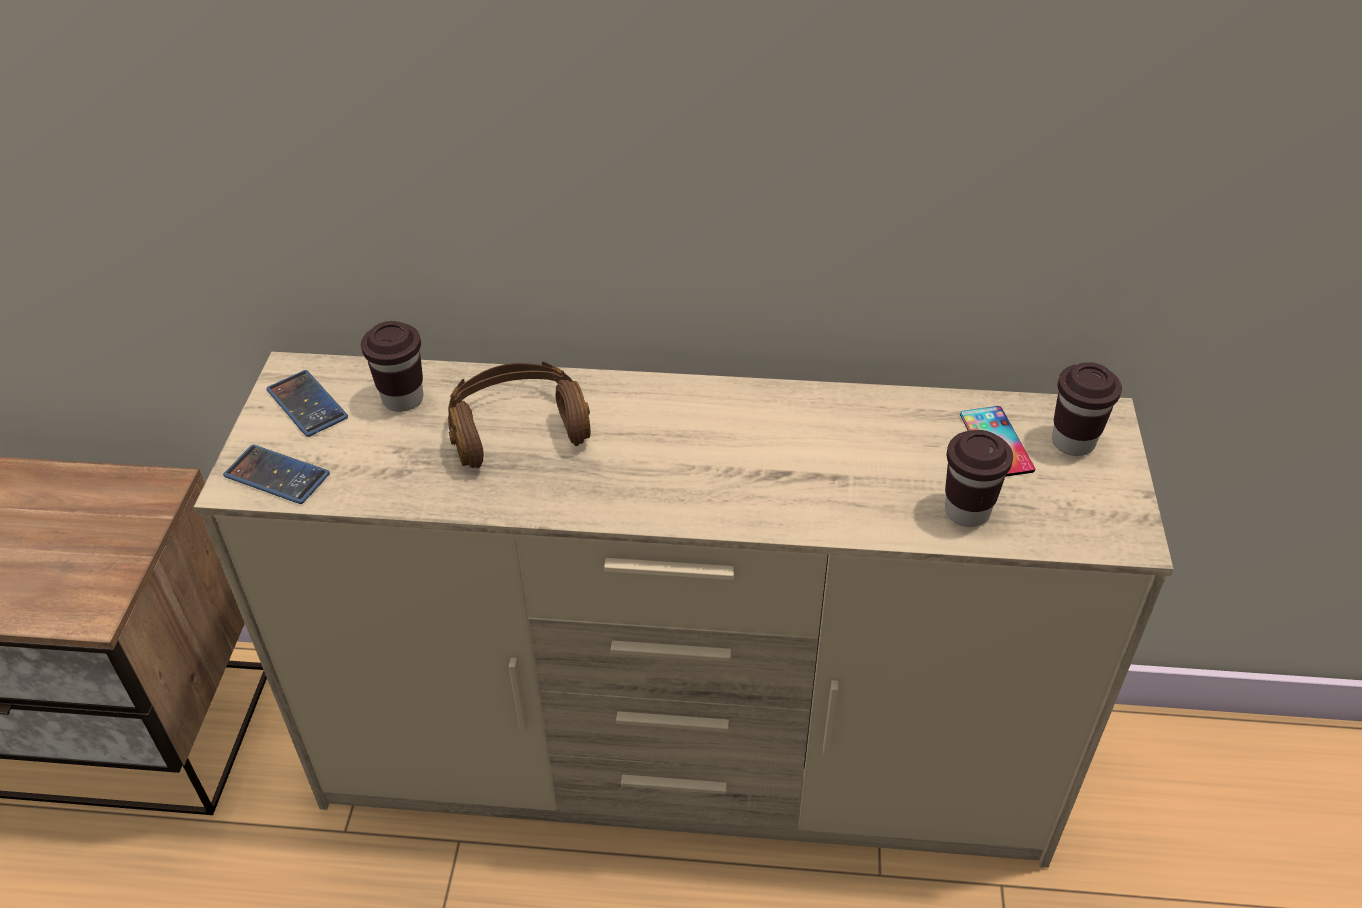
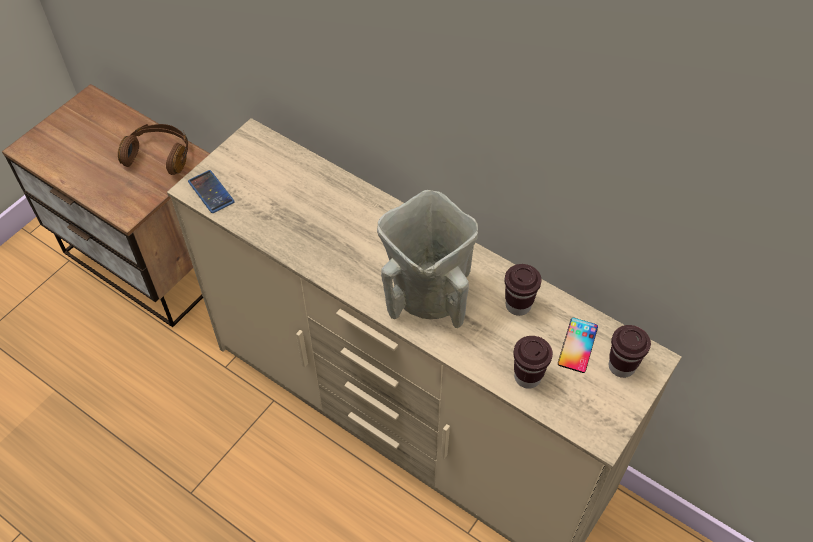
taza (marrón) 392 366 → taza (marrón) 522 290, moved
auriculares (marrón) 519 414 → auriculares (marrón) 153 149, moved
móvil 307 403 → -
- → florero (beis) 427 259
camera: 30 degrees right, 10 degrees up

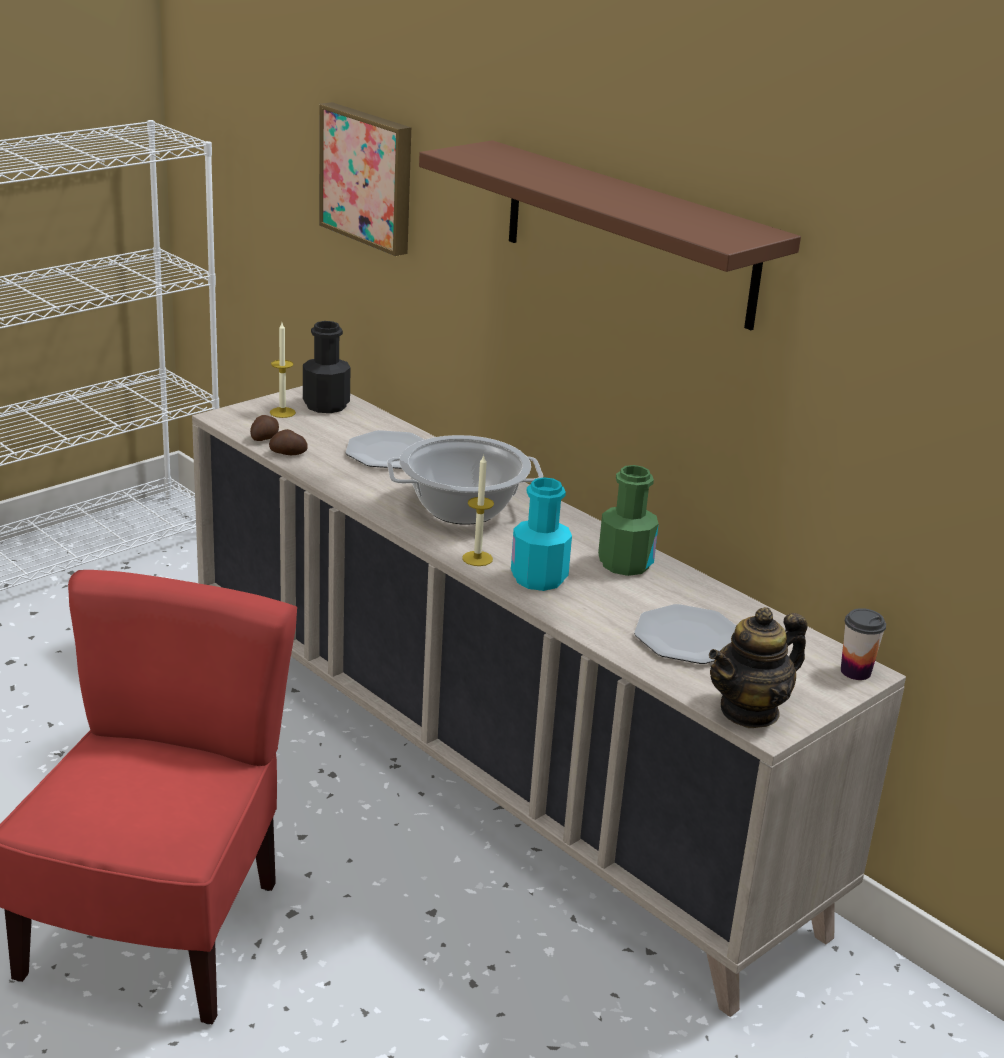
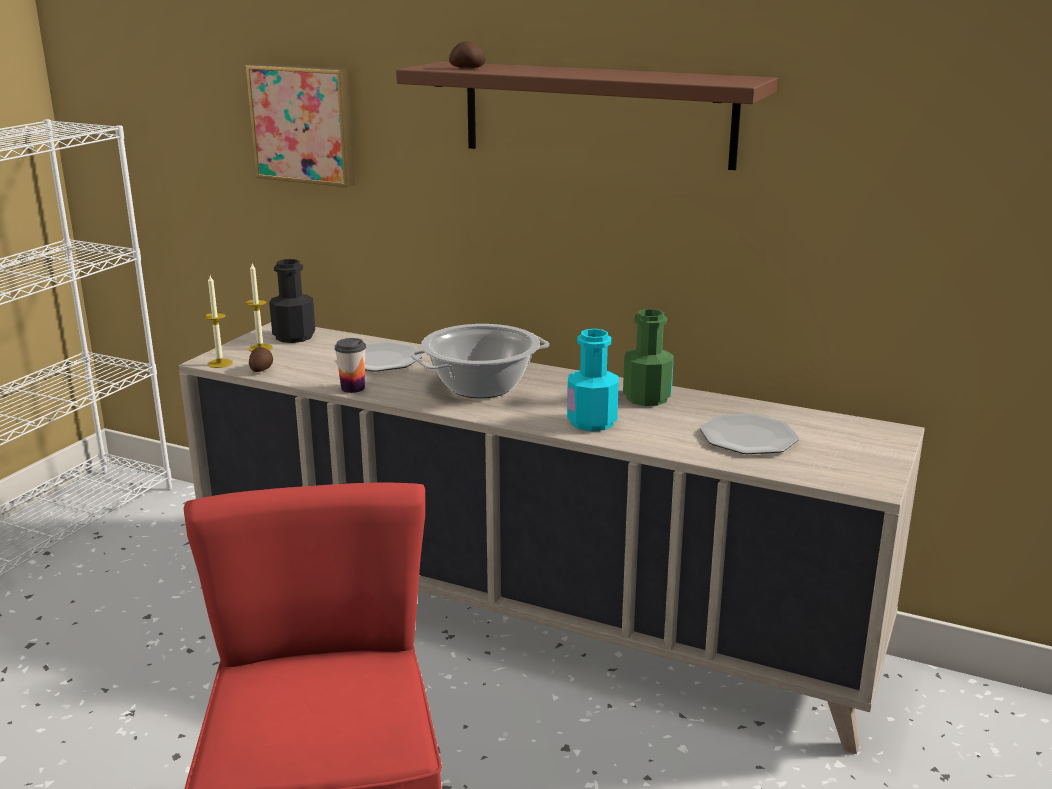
patata 288 442 → patata 467 54, moved
vela 478 510 → vela 218 322, moved
tetera 758 667 → -
taza 863 644 → taza 350 365, moved
camera: 20 degrees left, 5 degrees down

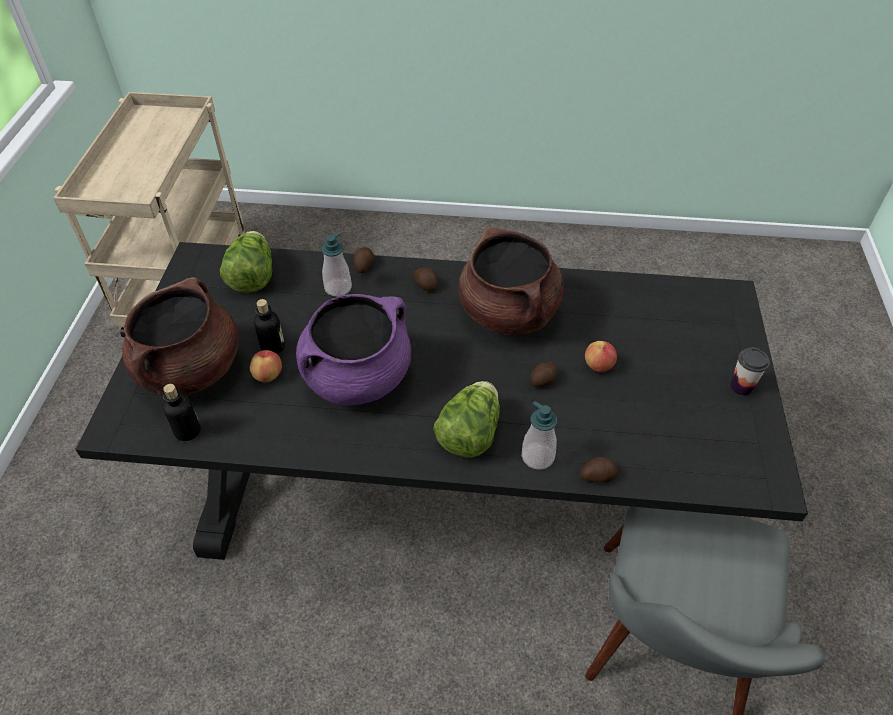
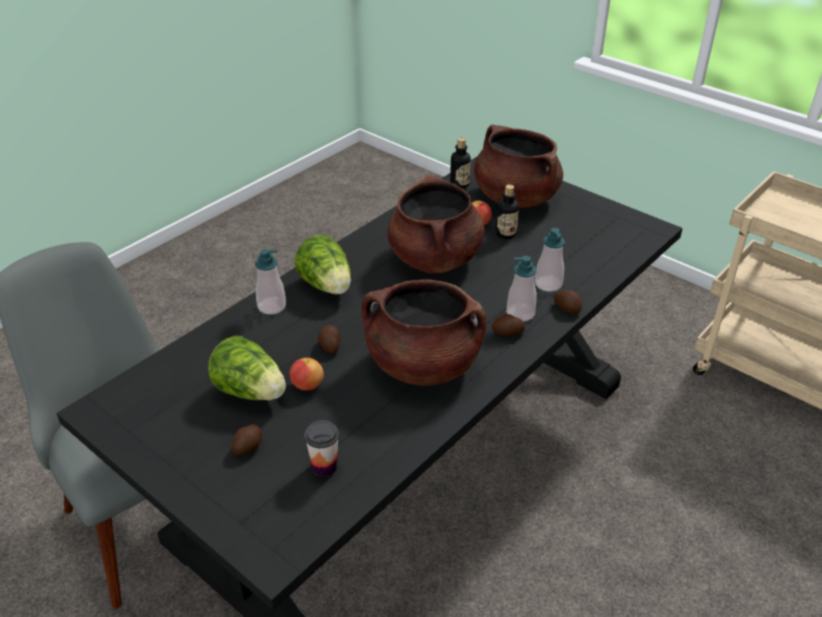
lechuga 246 262 → lechuga 247 367, moved
olla (morado) 353 349 → olla (marrón) 435 224
taza 750 371 → taza 321 448, moved
patata 599 470 → patata 247 440, moved
- → dispensador de jabón 521 289
camera: 125 degrees right, 10 degrees down

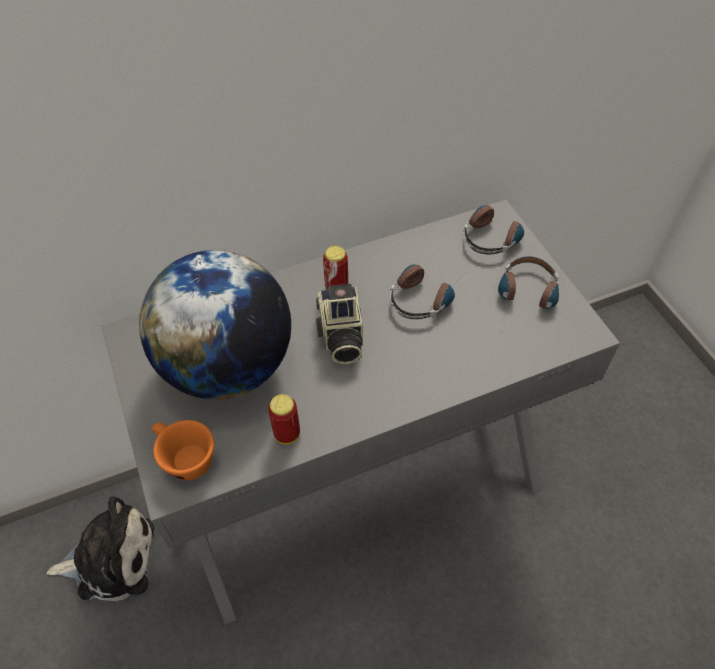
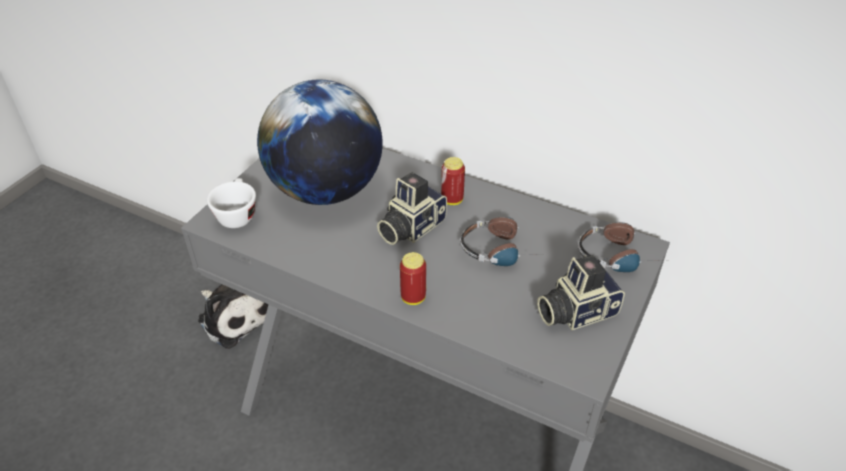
auriculares 528 285 → cámara 581 292
lata 284 419 → lata 413 278, moved
taza (naranja) 182 450 → taza (blanco) 231 203
camera: 50 degrees right, 10 degrees down

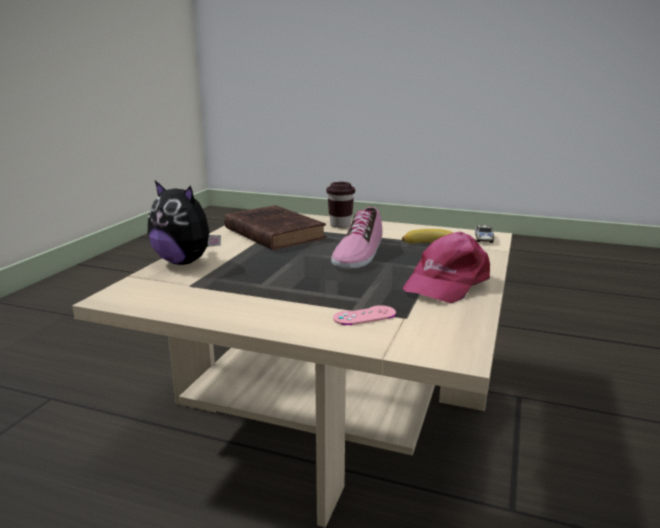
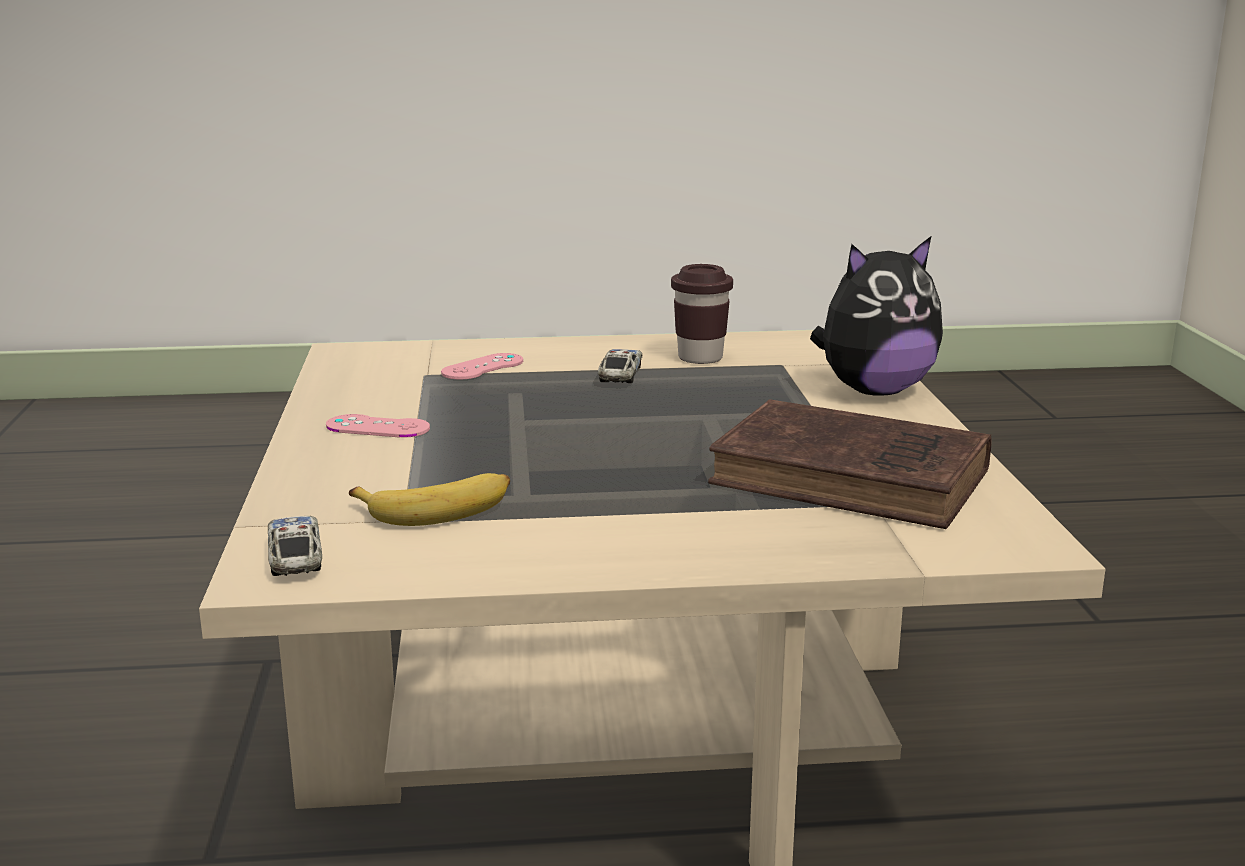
peluche 184 223 → peluche 876 316, 150 degrees clockwise
taza (marrón) 340 205 → taza (marrón) 702 314, moved
zapato 357 237 → -
gorra (rosa) 446 267 → mando de consola (rosa) 378 426
- → coche de juguete 620 366
camera: 155 degrees right, 0 degrees up

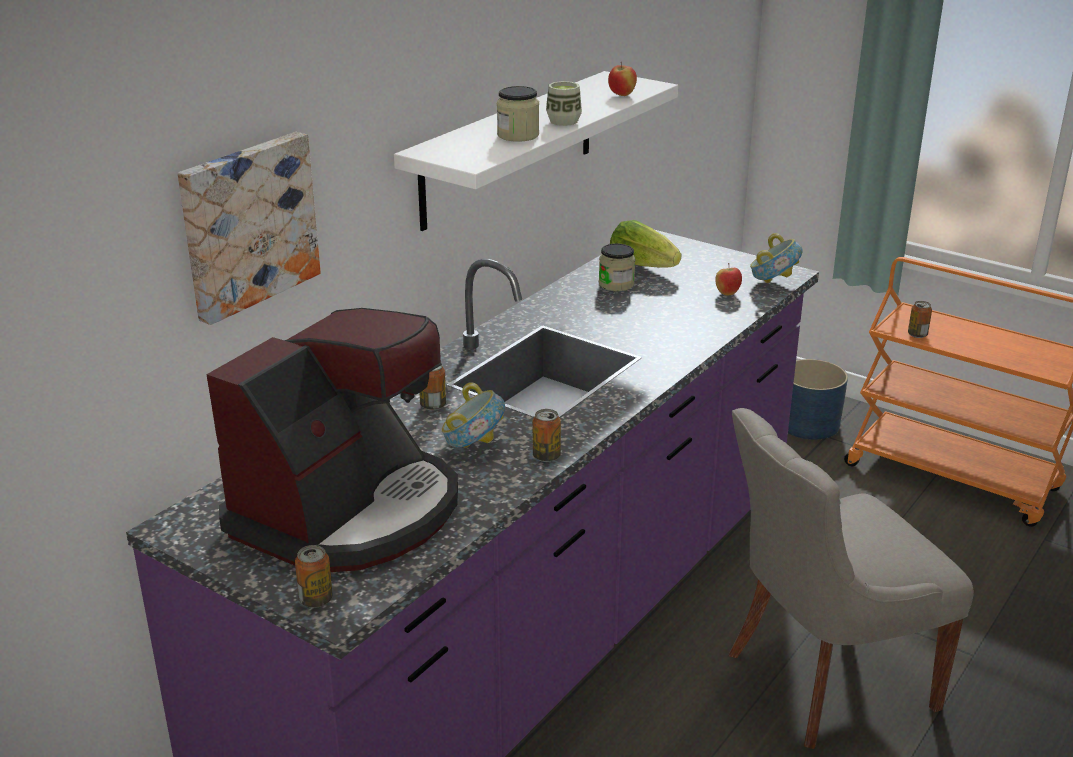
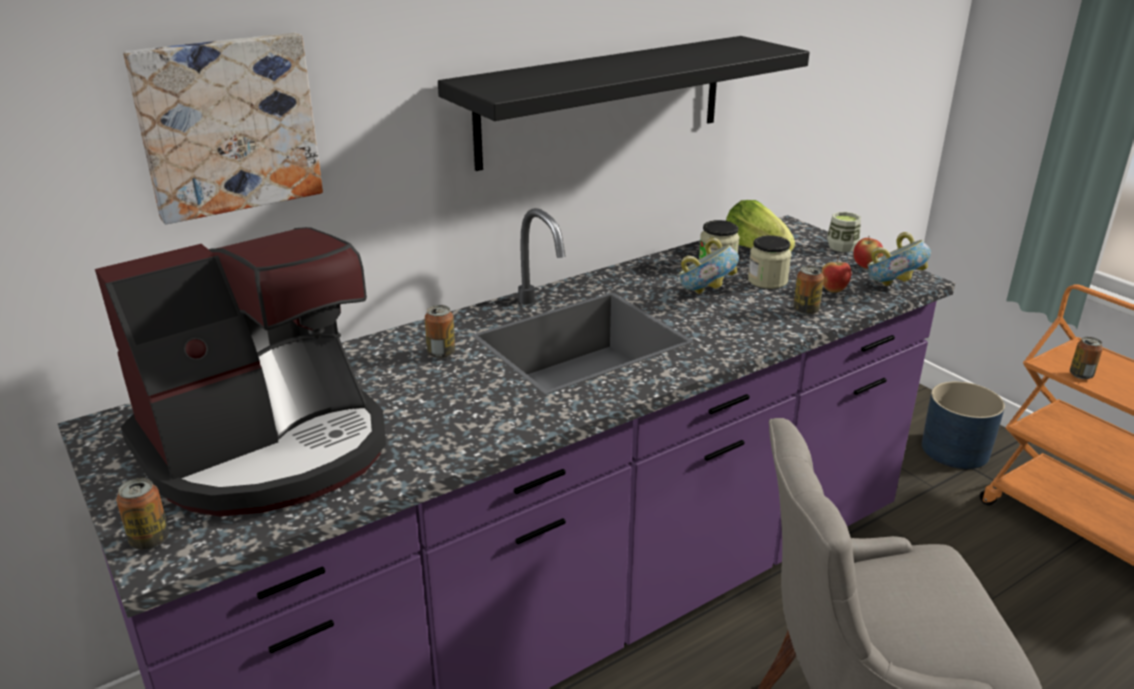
manzana 622 79 → manzana 868 252, moved
estante (blanco) 536 151 → estante (negro) 624 103
taza 564 103 → taza 844 232, moved
tarro 518 114 → tarro 769 262, moved
cuenco 473 415 → cuenco 709 266, moved
lata 546 435 → lata 808 290, moved
camera: 20 degrees right, 0 degrees up

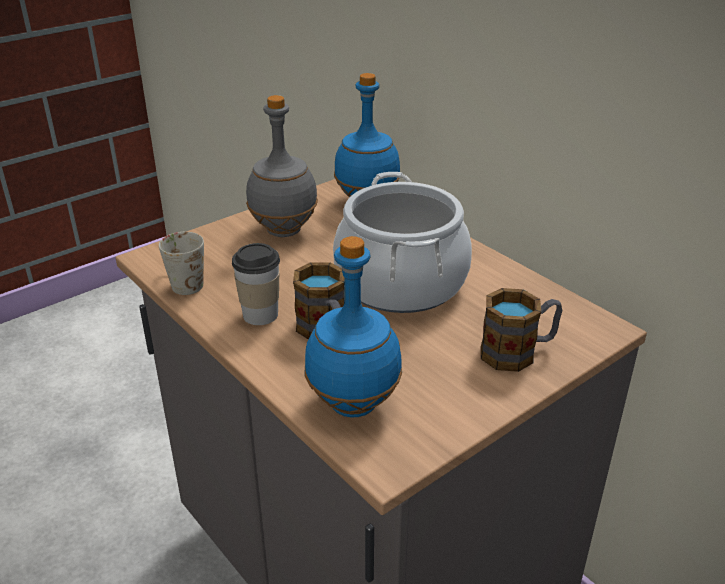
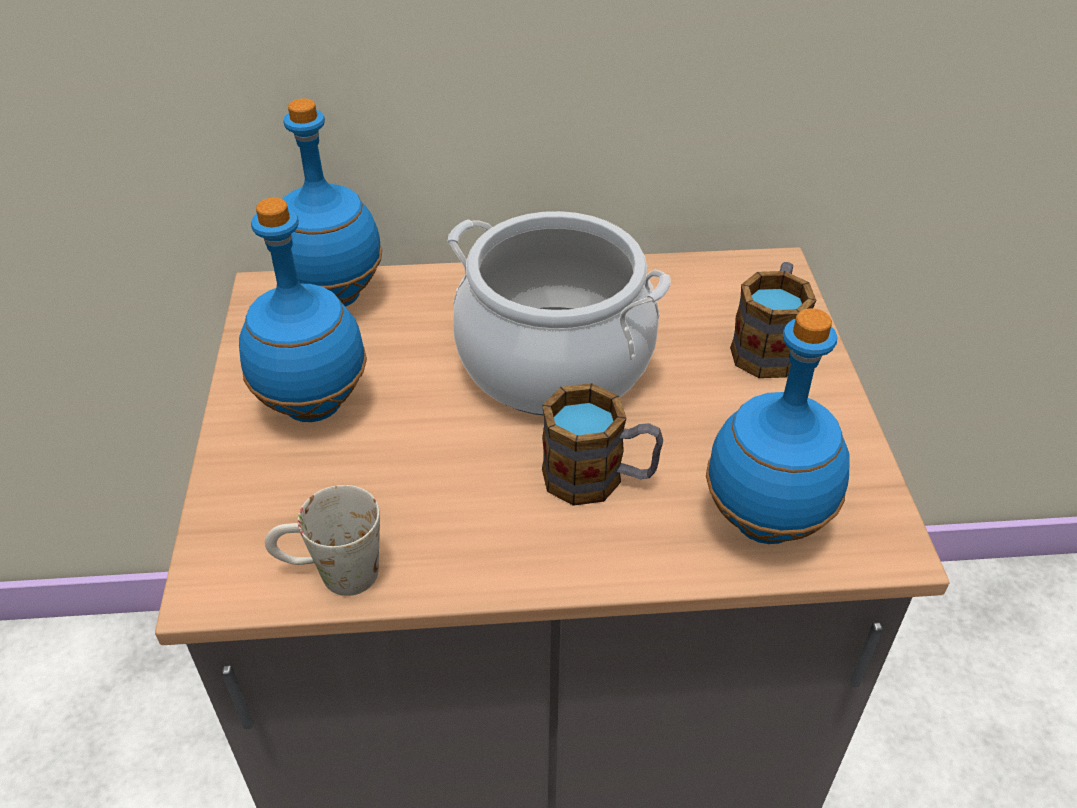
botella (gris) 282 166 → botella (azul) 303 310
taza 256 284 → -
camera: 55 degrees left, 10 degrees up

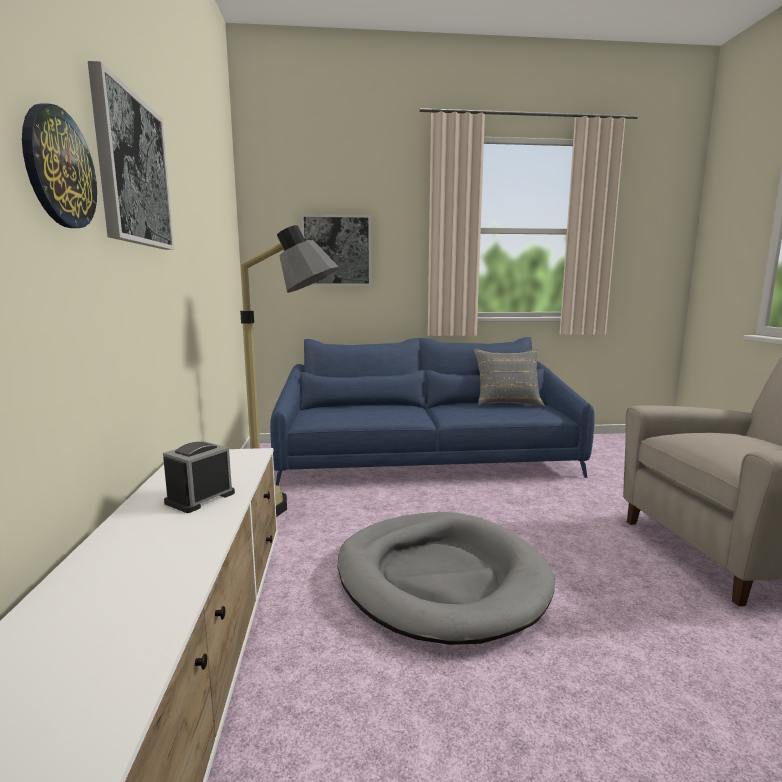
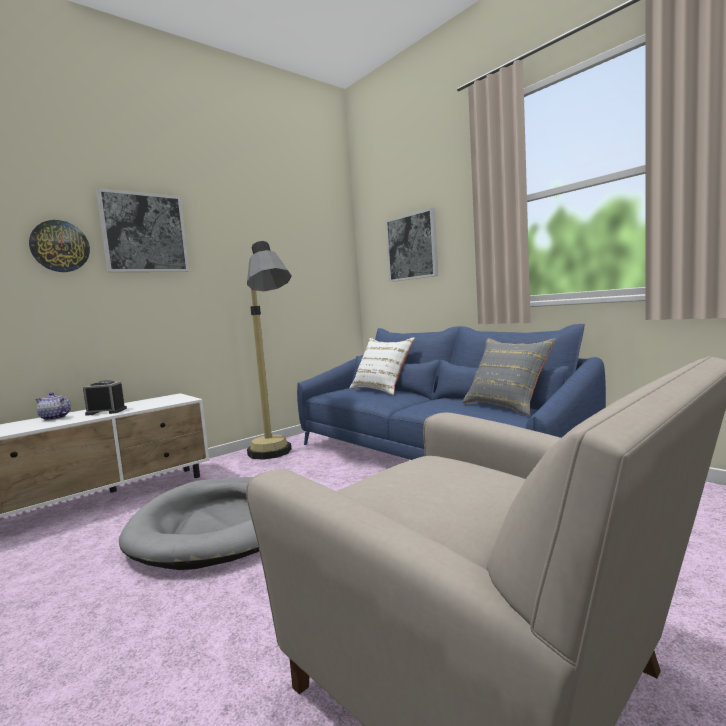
- → cojín (blanco) 382 366
- → tetera 53 406
camera: 55 degrees right, 5 degrees down

